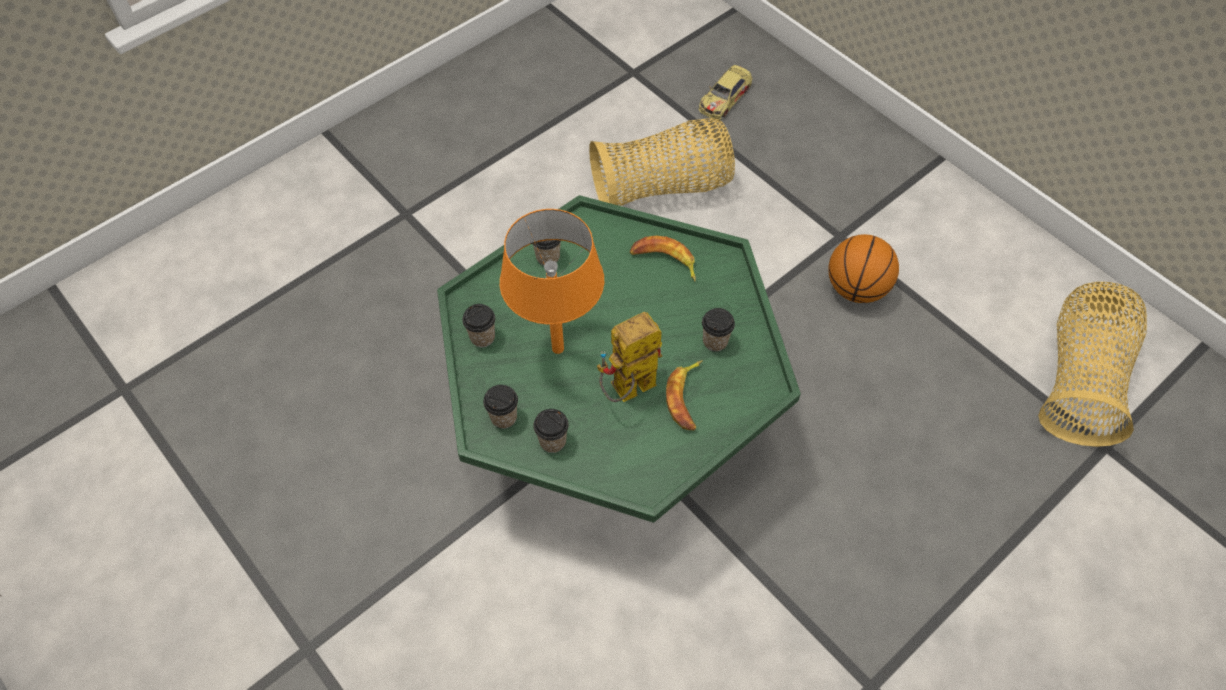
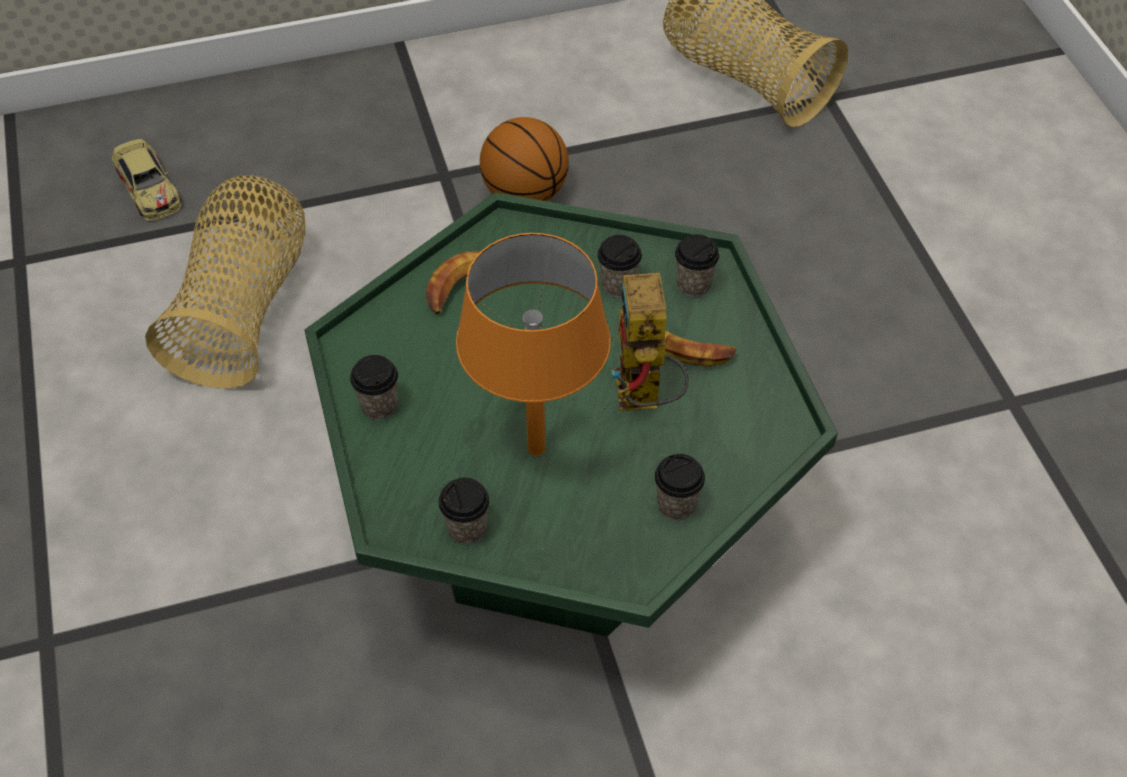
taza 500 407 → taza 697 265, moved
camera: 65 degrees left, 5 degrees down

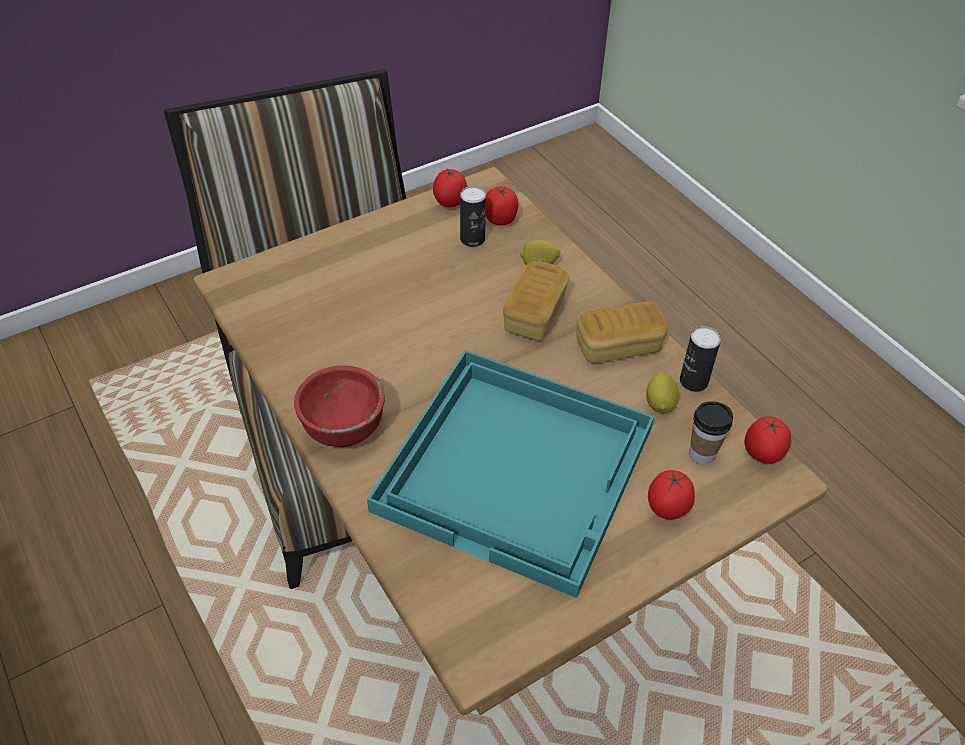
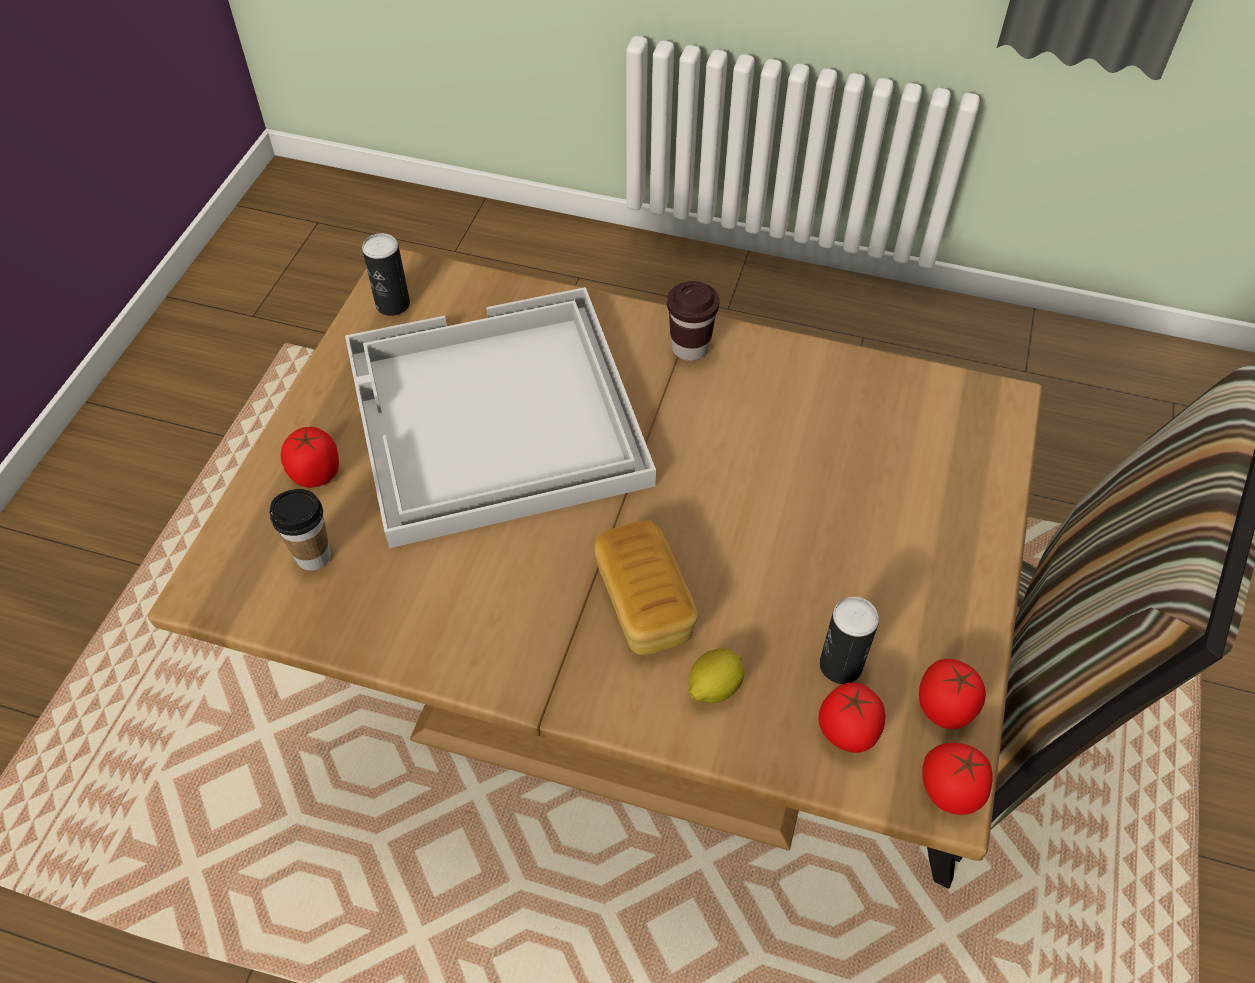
pan 622 332 → -
lata 700 359 → lata 386 274, moved
bandeja (turquesa) 510 474 → bandeja (blanco) 500 417
cuenco (rojo) 339 406 → taza (marrón) 693 321
limón 663 392 → -
tomate 767 440 → tomate 957 779, moved
camera: 140 degrees right, 5 degrees up

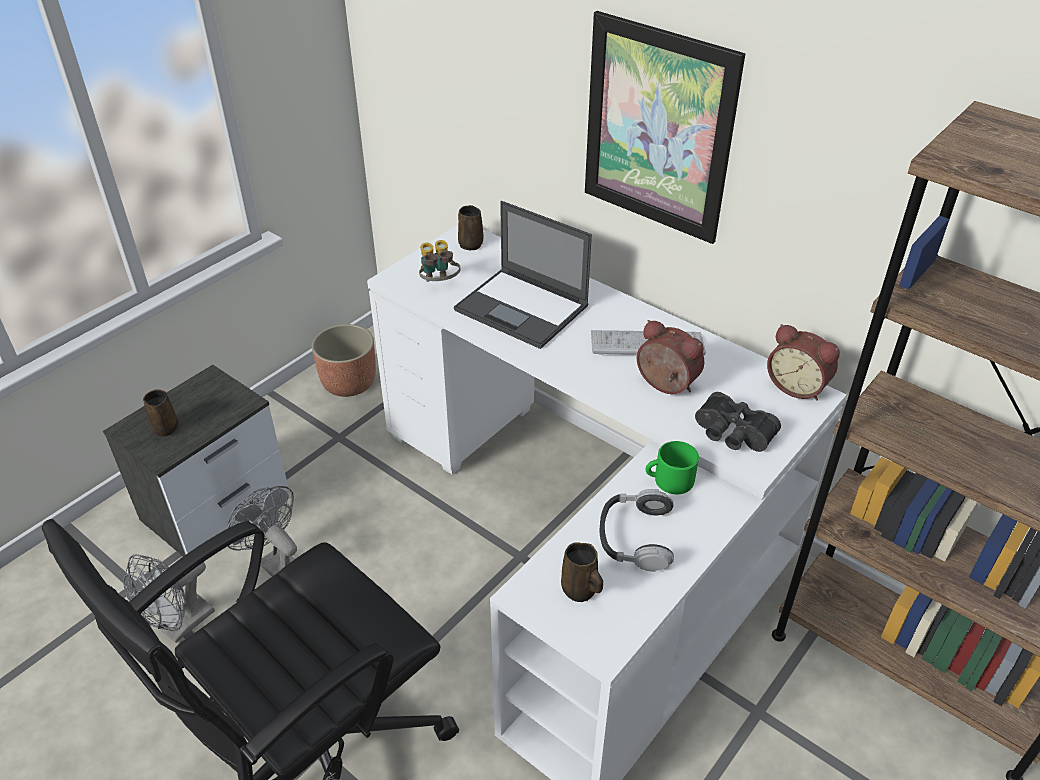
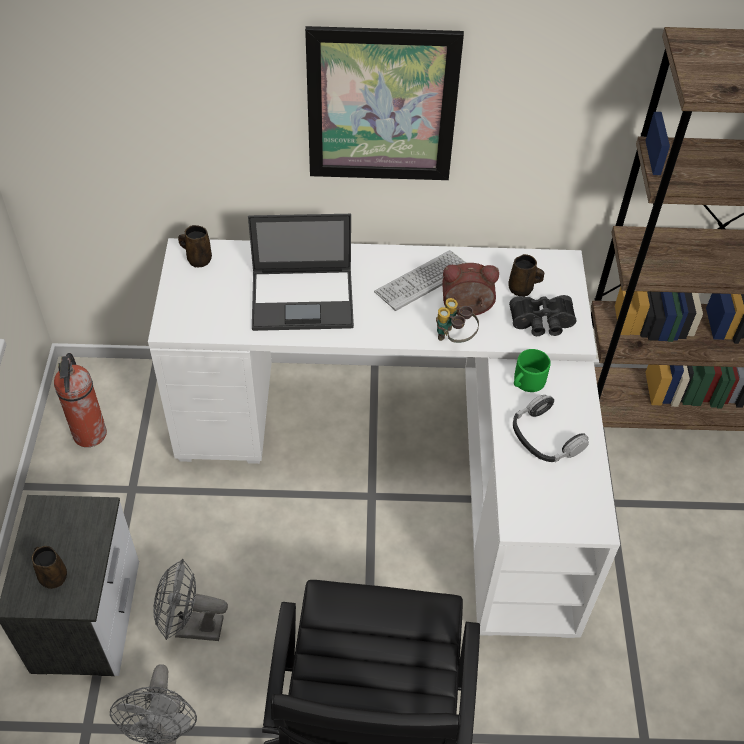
prismáticos 439 261 → prismáticos 457 320, moved
maceta 344 360 → extintor 80 400
despertador 803 362 → -
taza grande (marrón) 582 572 → taza grande (marrón) 526 275, moved
camera: 40 degrees left, 10 degrees up

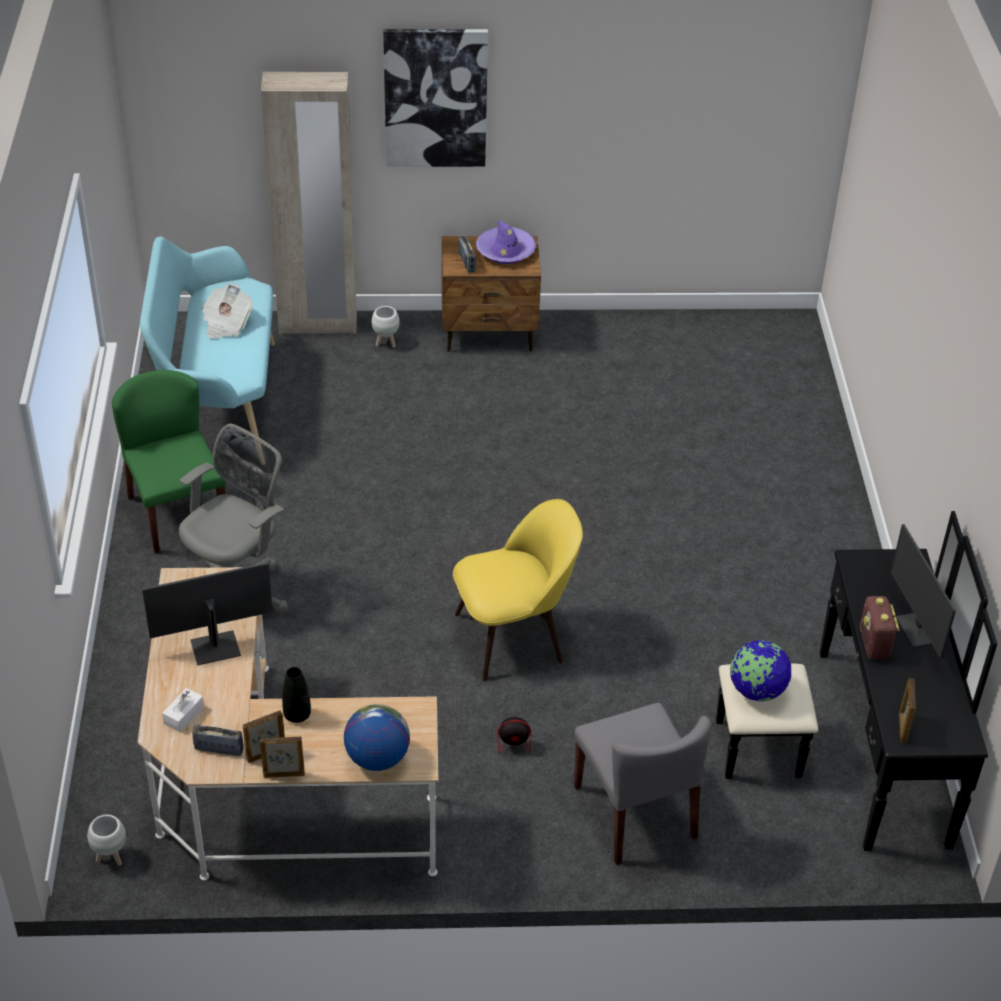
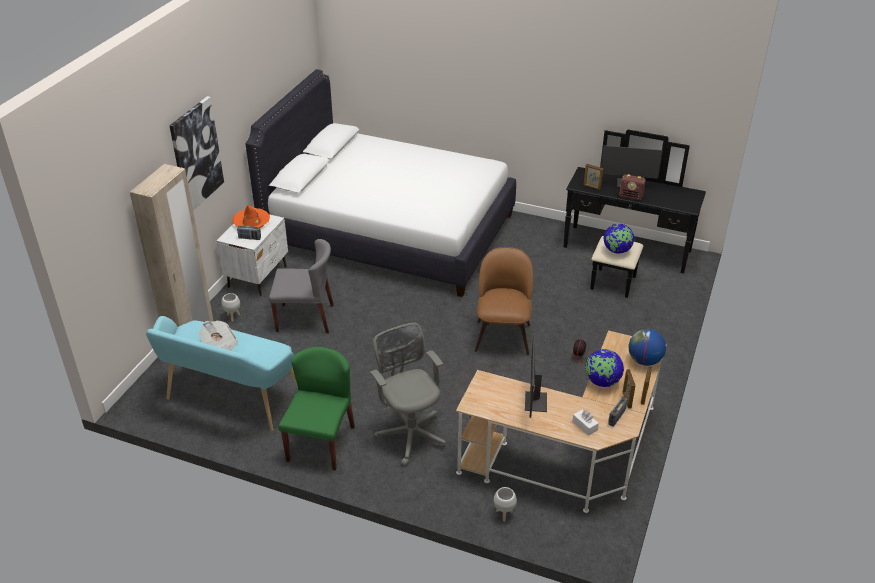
sombrero (morado) 506 242 → sombrero (naranja) 251 216
mesita de noche (marrón) 491 294 → mesita de noche (blanco) 252 255
silla (verde) 169 461 → silla (verde) 316 409, 105 degrees clockwise
silla (amarillo) 518 590 → silla (marrón) 504 301
florero (negro) 296 695 → globo terráqueo 604 368
portarretratos 907 710 → portarretratos 593 177, moved
silla (gris) 642 784 → silla (gris) 301 286, moved
maceta (blanco) 106 840 → maceta (blanco) 505 504, moved
- → cama (blanco) 381 183
camera: 65 degrees left, 5 degrees down

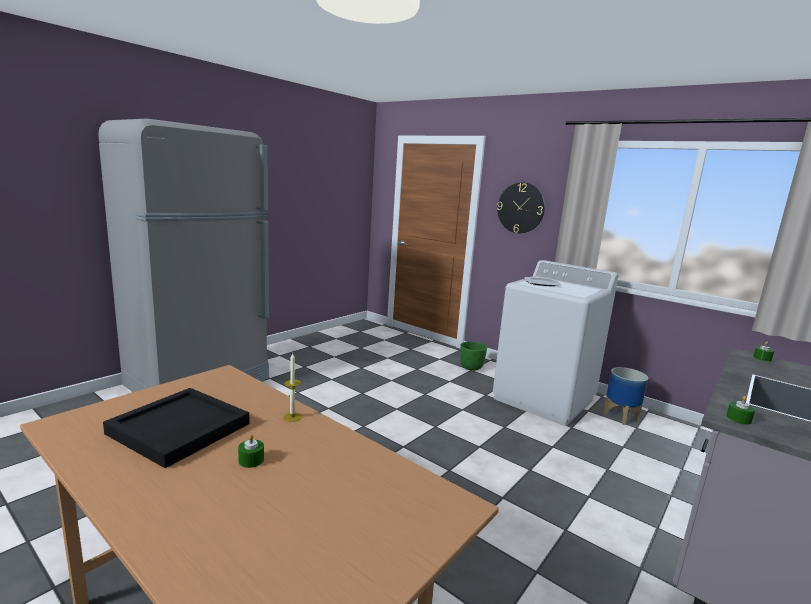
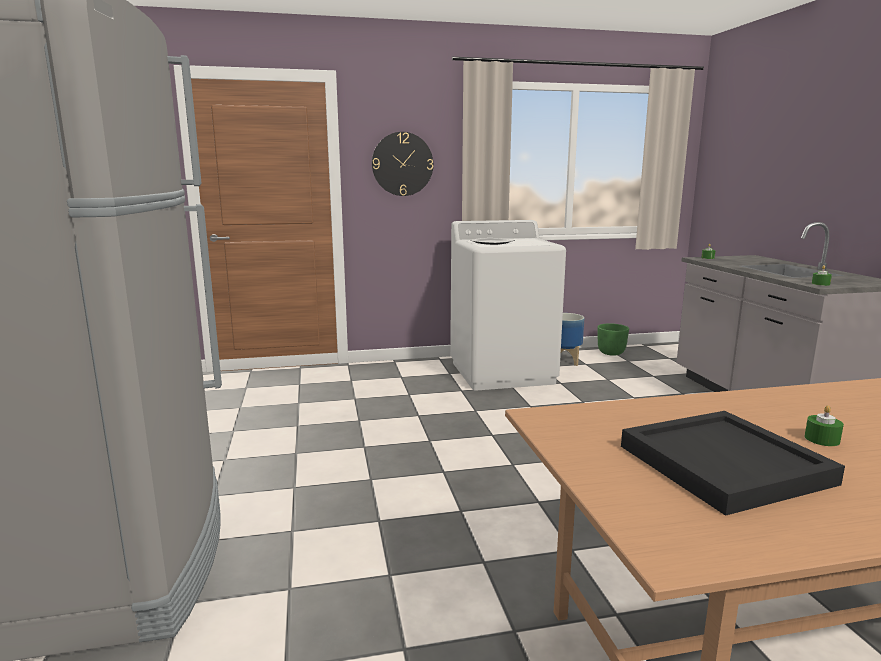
maceta (verde) 473 356 → maceta (verde) 613 340, moved
vela 292 387 → -
camera: 50 degrees left, 0 degrees up

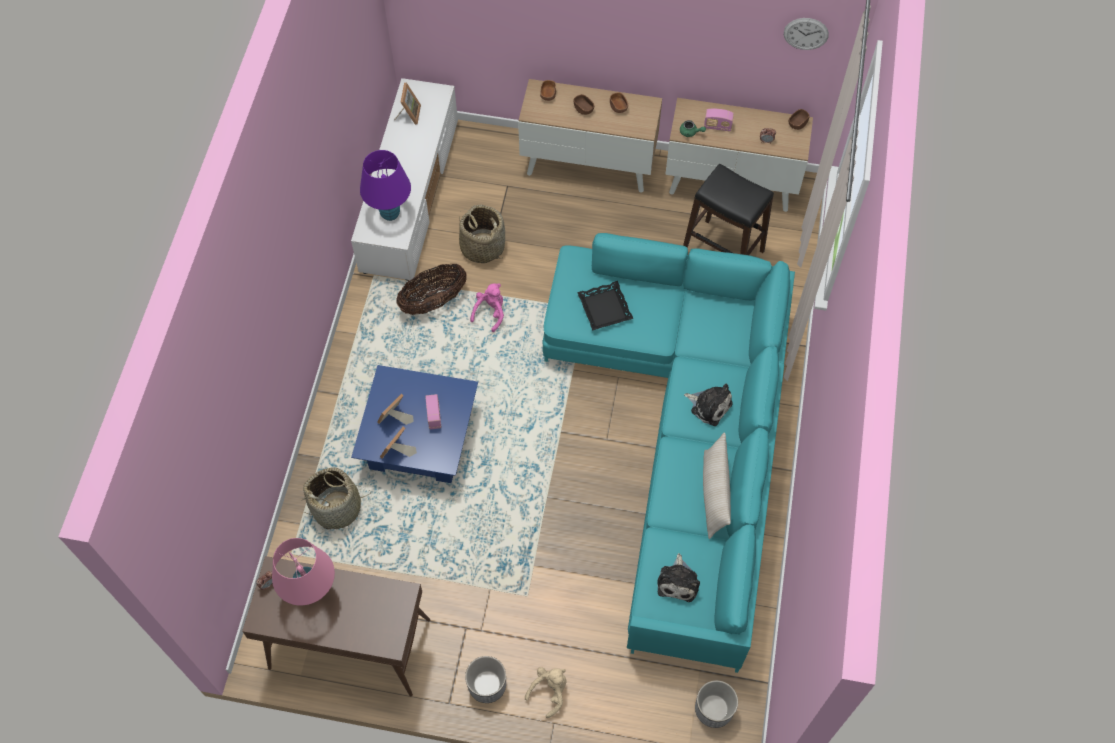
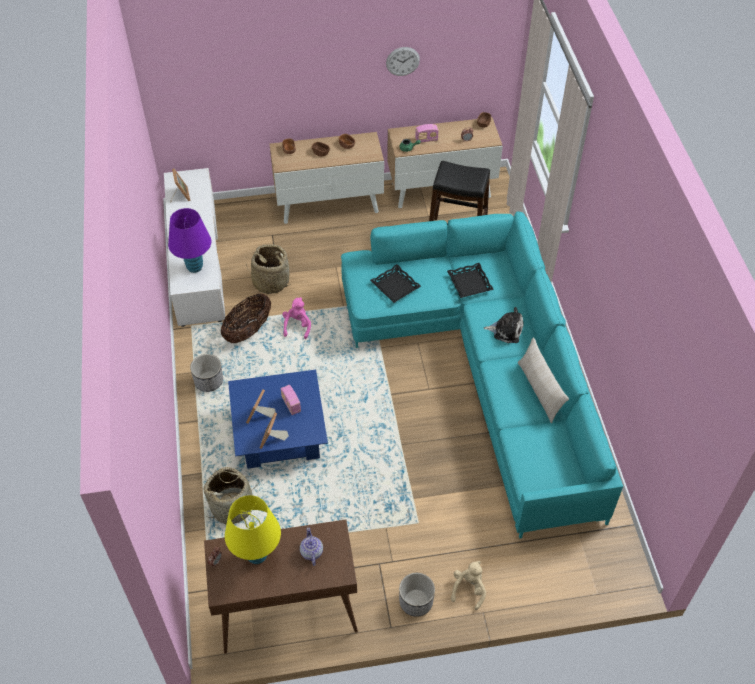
reloj de pared 806 34 → reloj de pared 403 61, moved
lámpara de mesa (rosa) 303 571 → lámpara de mesa (amarillo) 253 529
peluche 678 577 → -
maceta 716 704 → maceta 206 373, moved
- → bandeja (negro) 470 280
- → tetera 311 546
camera: 20 degrees left, 10 degrees down

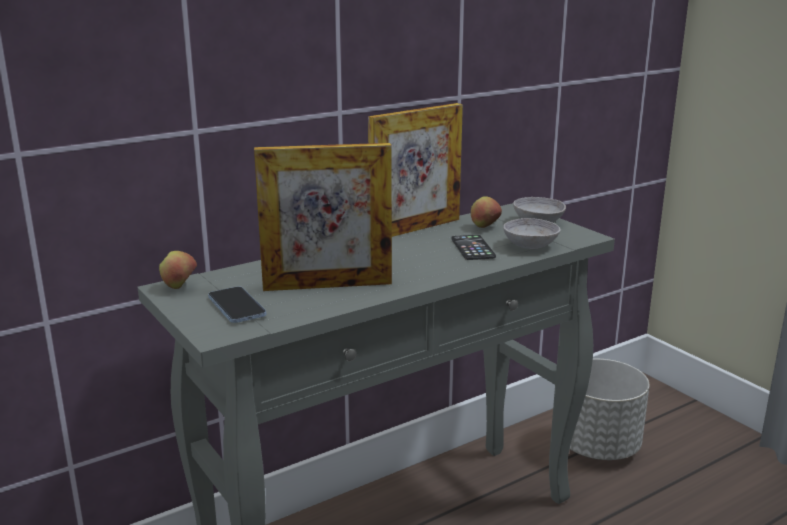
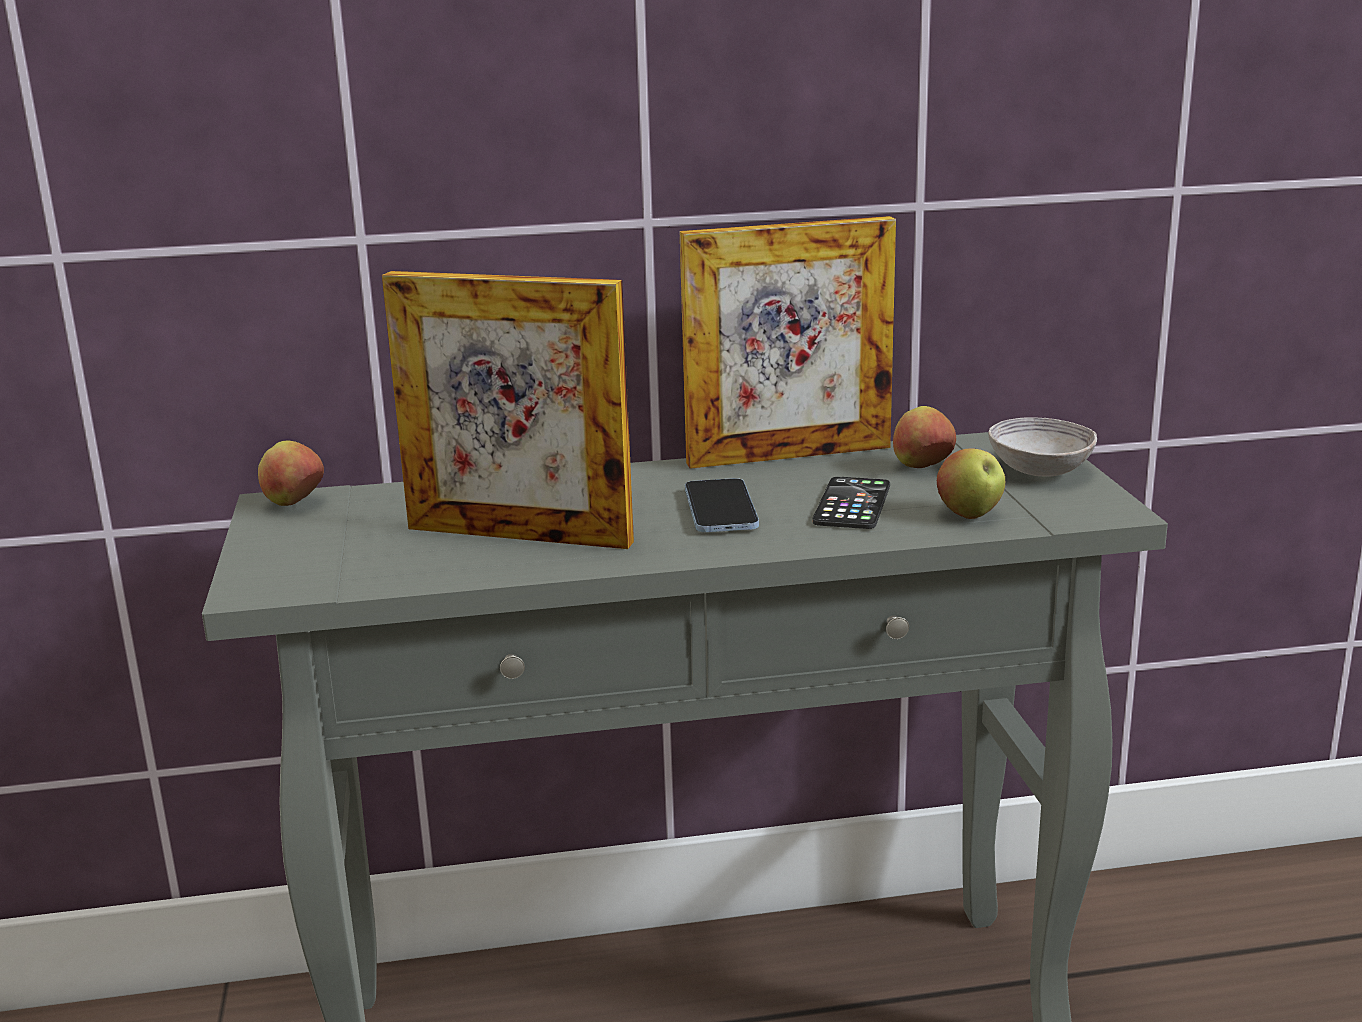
cuenco (gris) 532 233 → manzana 971 483
móvil 237 304 → móvil 722 505, moved
maceta (gris) 610 409 → -
camera: 25 degrees right, 0 degrees up

